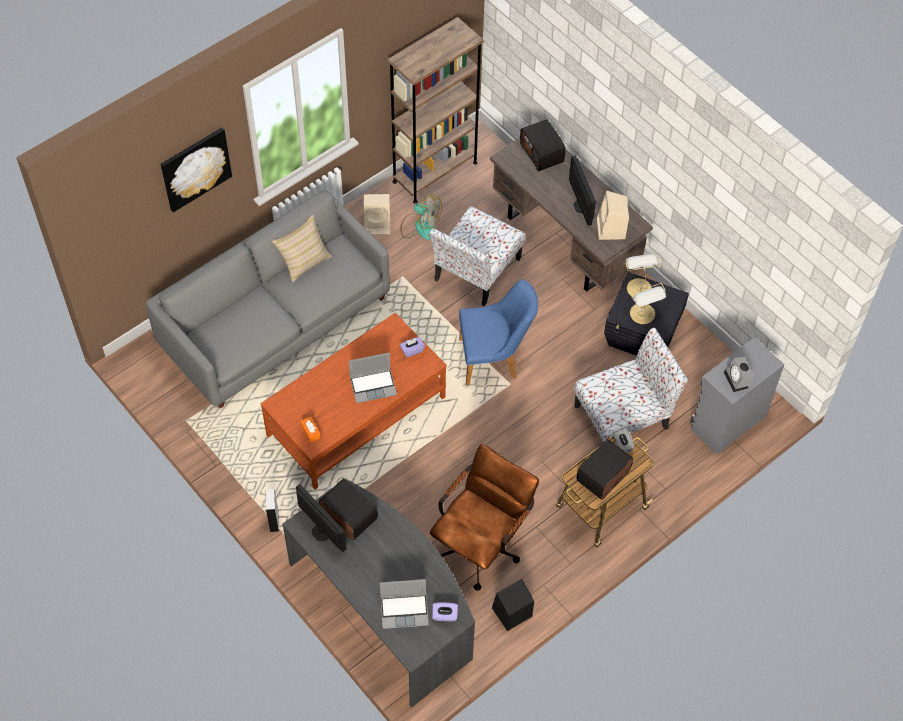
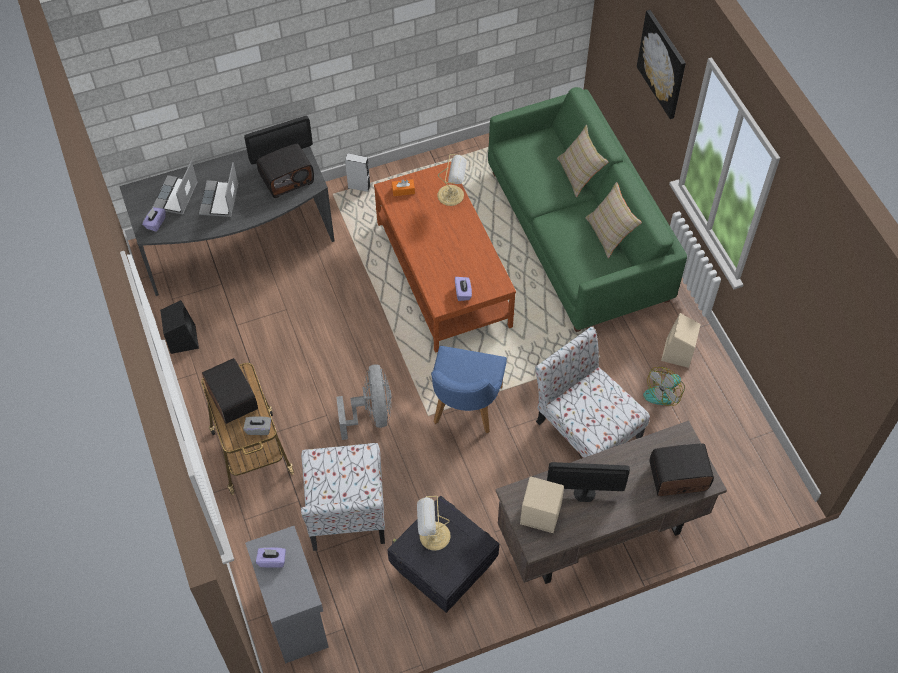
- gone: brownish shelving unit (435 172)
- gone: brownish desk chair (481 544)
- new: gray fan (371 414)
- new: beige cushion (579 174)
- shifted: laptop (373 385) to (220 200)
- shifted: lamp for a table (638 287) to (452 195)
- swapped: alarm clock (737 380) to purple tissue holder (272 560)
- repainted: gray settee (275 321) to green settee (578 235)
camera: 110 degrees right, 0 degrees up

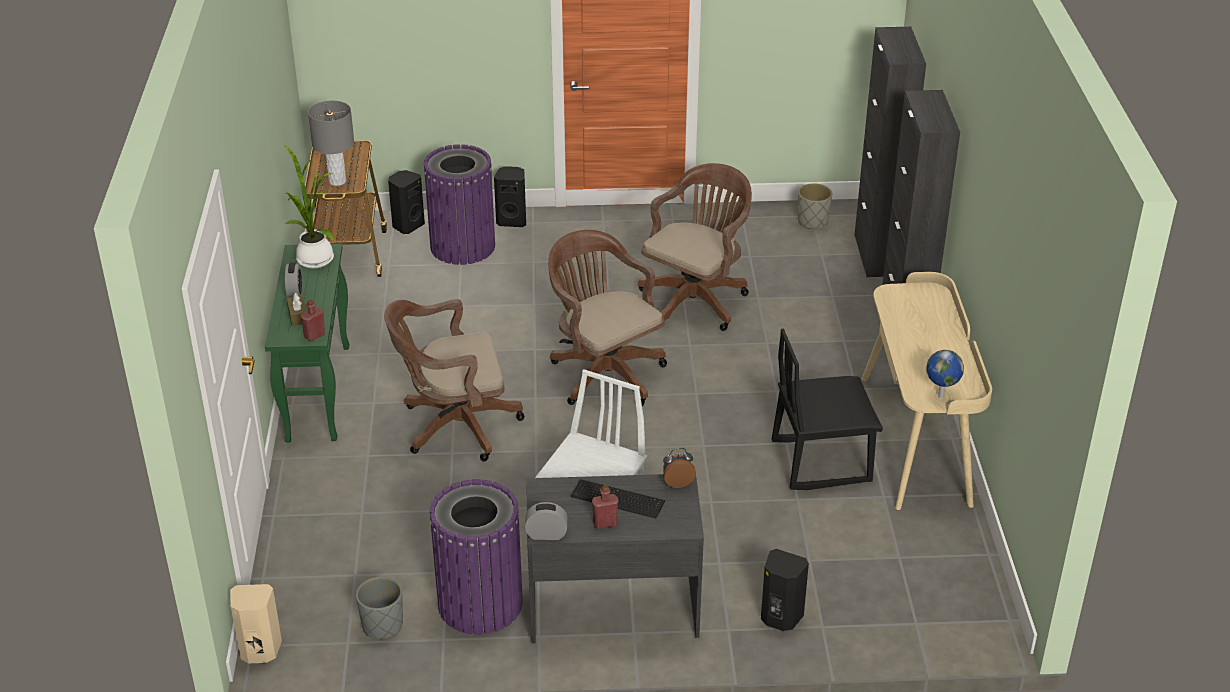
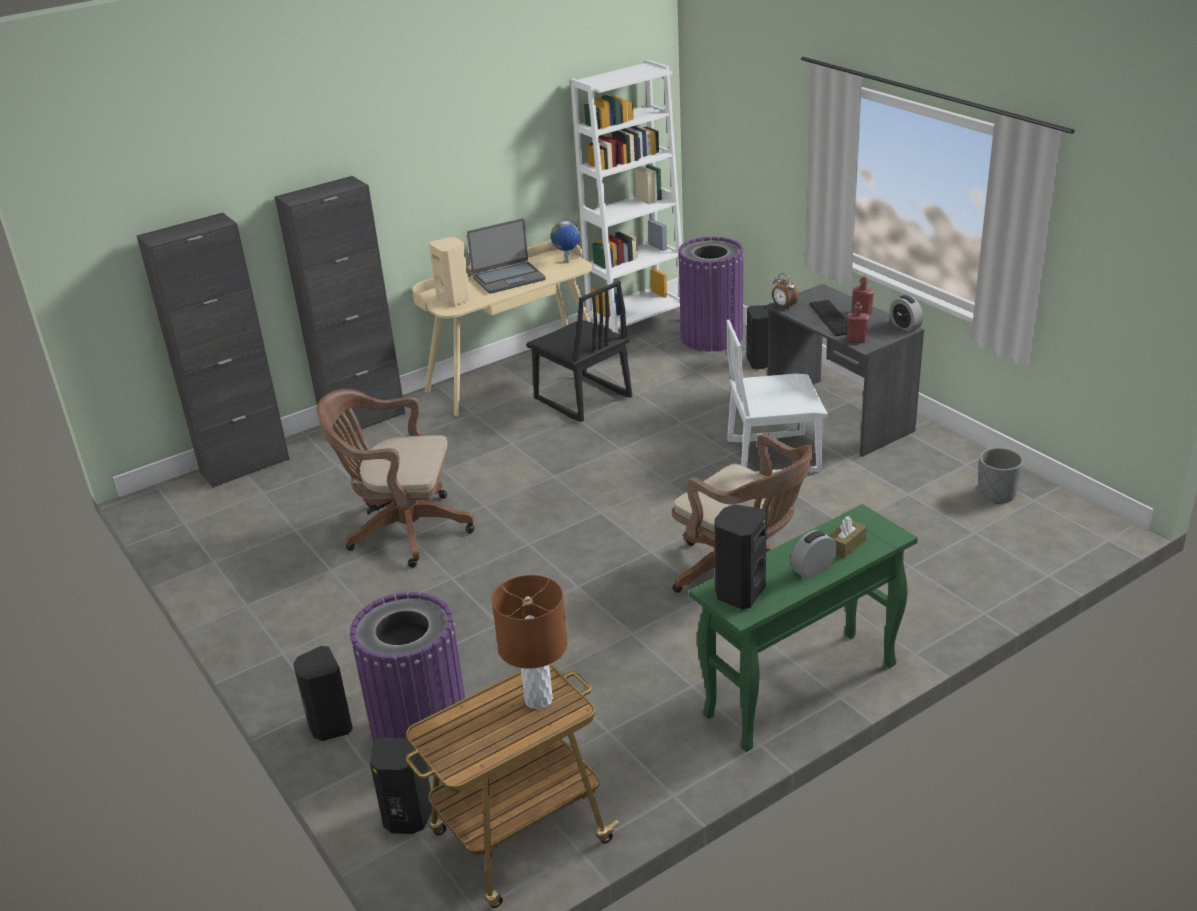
- gone: brownish desk chair (603 372)
- gone: gray flower pot (812 221)
- new: laptop (508 278)
- new: whitish shelving unit (637 326)
- shifted: beige audio speaker (259 651) to (455 299)
- shifted: red-coloured bottle (314 336) to (856 340)
- shifted: purple waste bin (480 604) to (712 337)
- swapped: potted plant (314 258) to blackish audio speaker (738 593)
- repainted: gray lamp for a table (337 181) to brownish lamp for a table (538 700)
camera: 120 degrees left, 5 degrees down

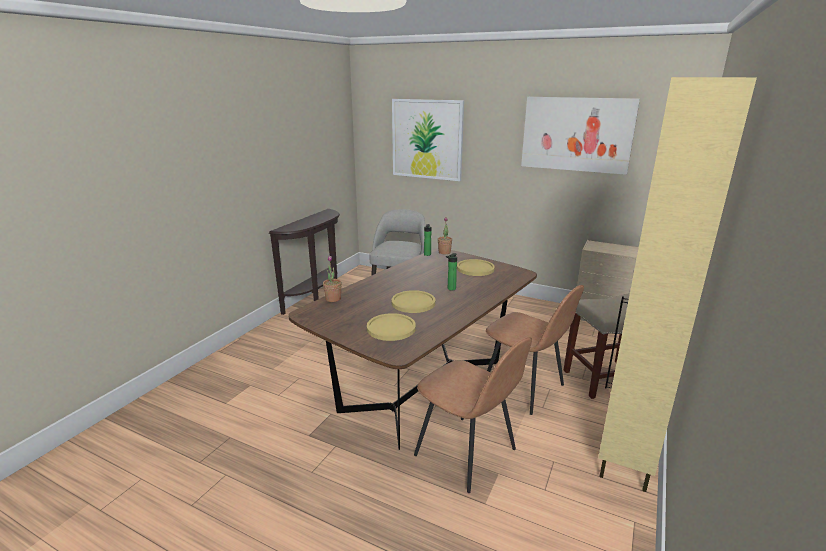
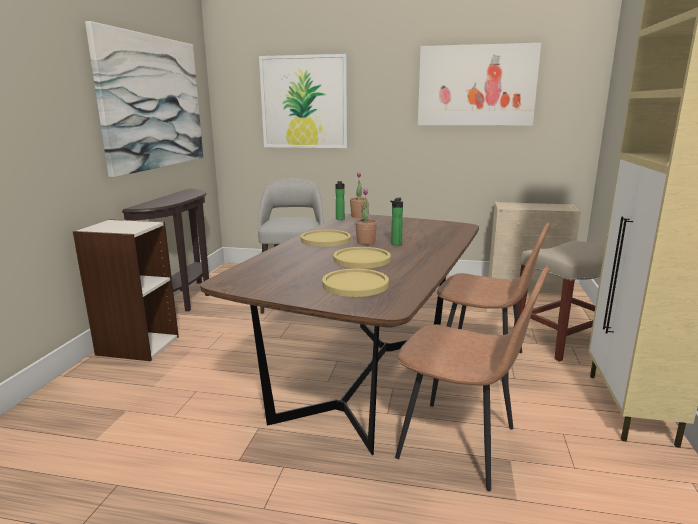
- new: shelving unit (137 345)
- new: wall picture (153 103)
- shifted: potted plant (333 299) to (366 242)
- shifted: yellow flat dish (475 268) to (325 239)
camera: 15 degrees left, 5 degrees down

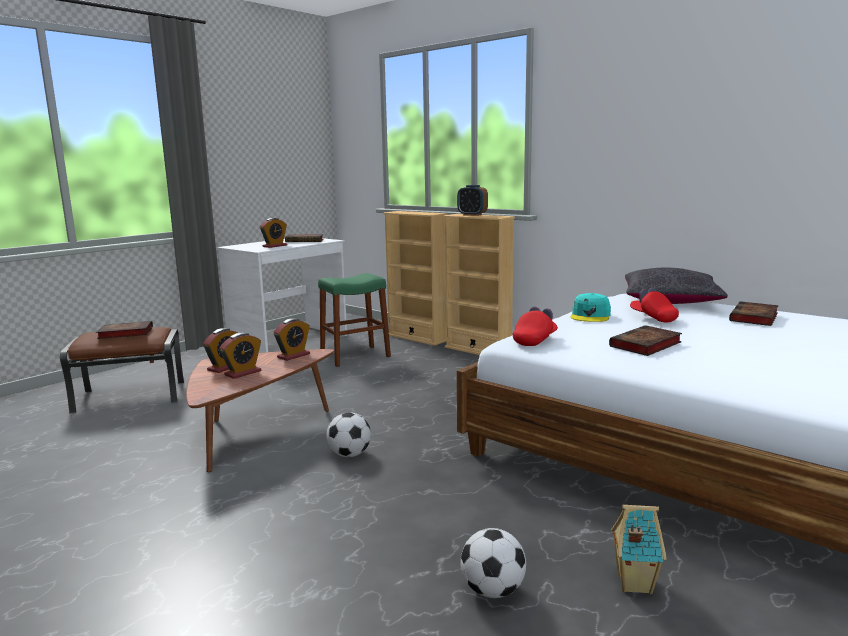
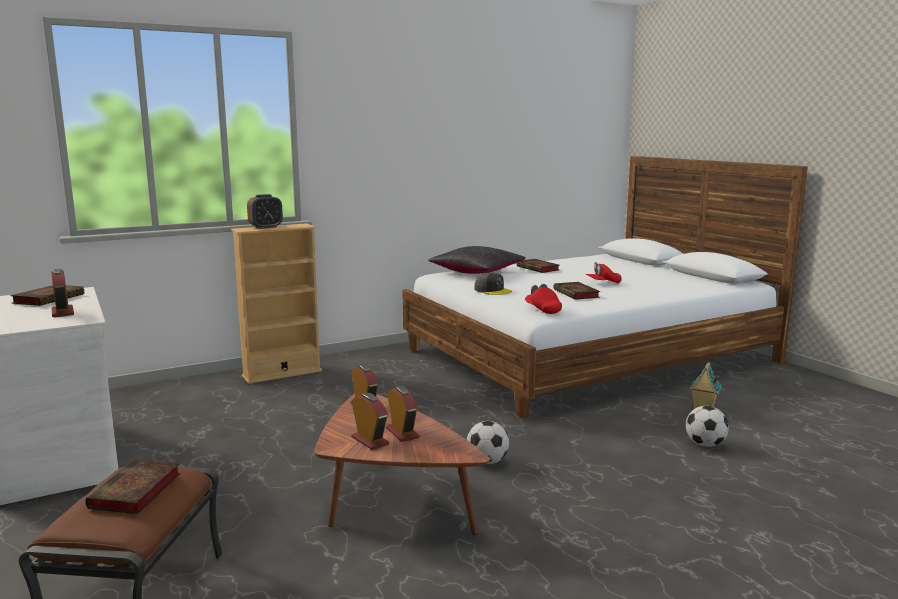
- gone: green stool (355 356)
- gone: beige shelving unit (417 338)
- shifted: red-coloured peaked cap (653 318) to (603 283)
- repainted: turquoise peaked cap (590 316) to gray peaked cap (492 290)
camera: 70 degrees left, 0 degrees up

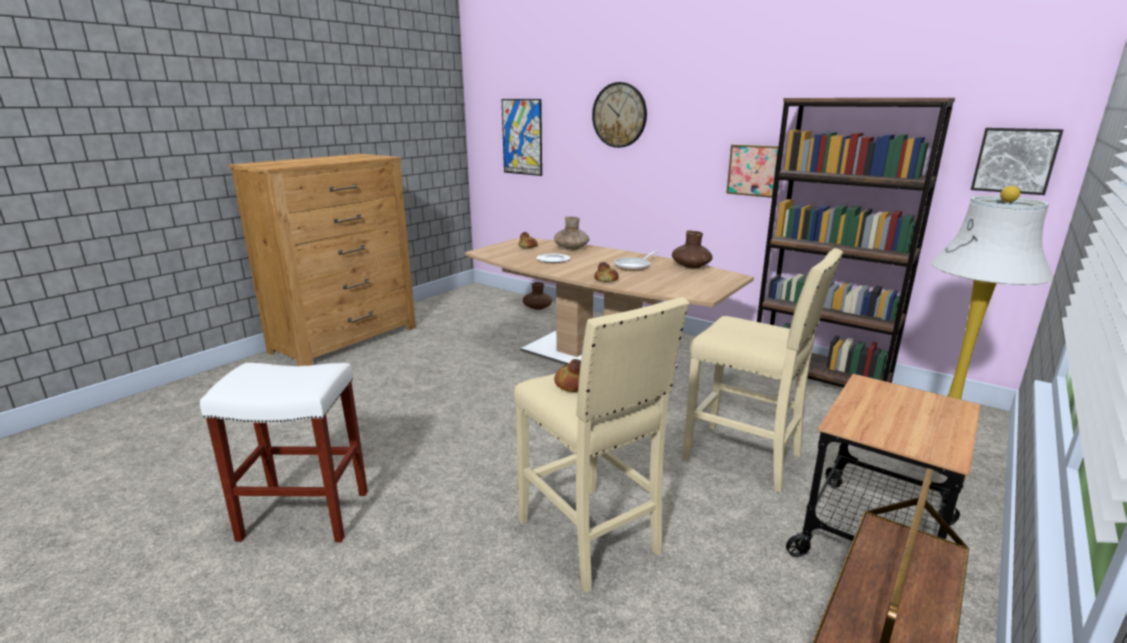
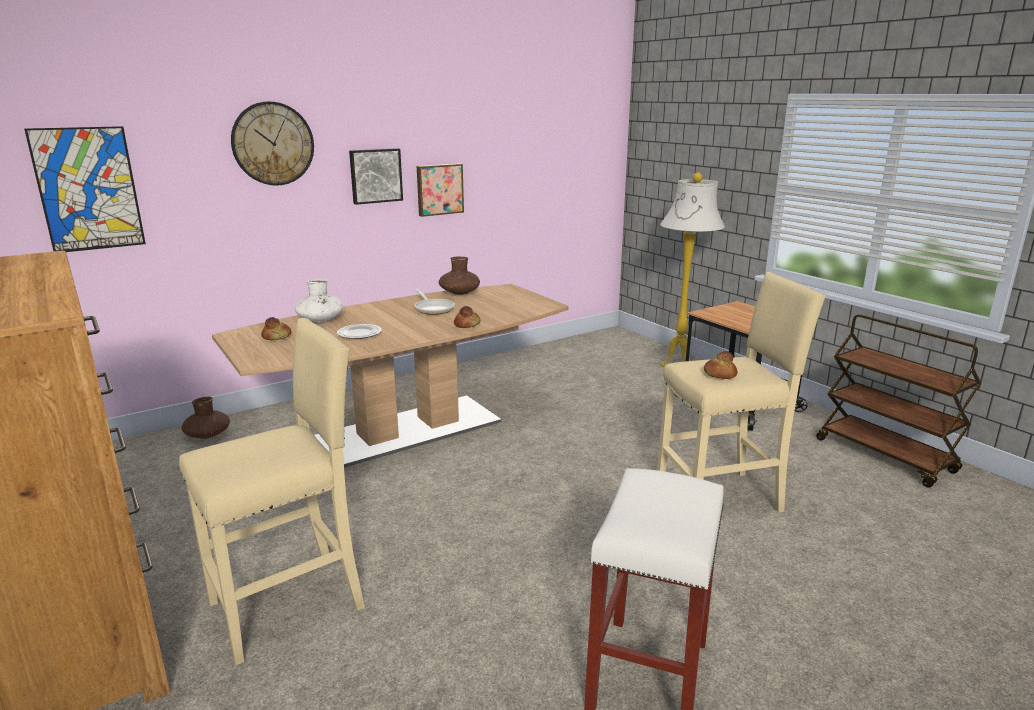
- gone: brownish shelving unit (819 377)
- shifted: beige stool (745 458) to (291 604)
- shifted: wall picture (1014 160) to (375 175)
- repainted: brownish flower vase (571 248) to whitish flower vase (320 320)
camera: 70 degrees left, 0 degrees up

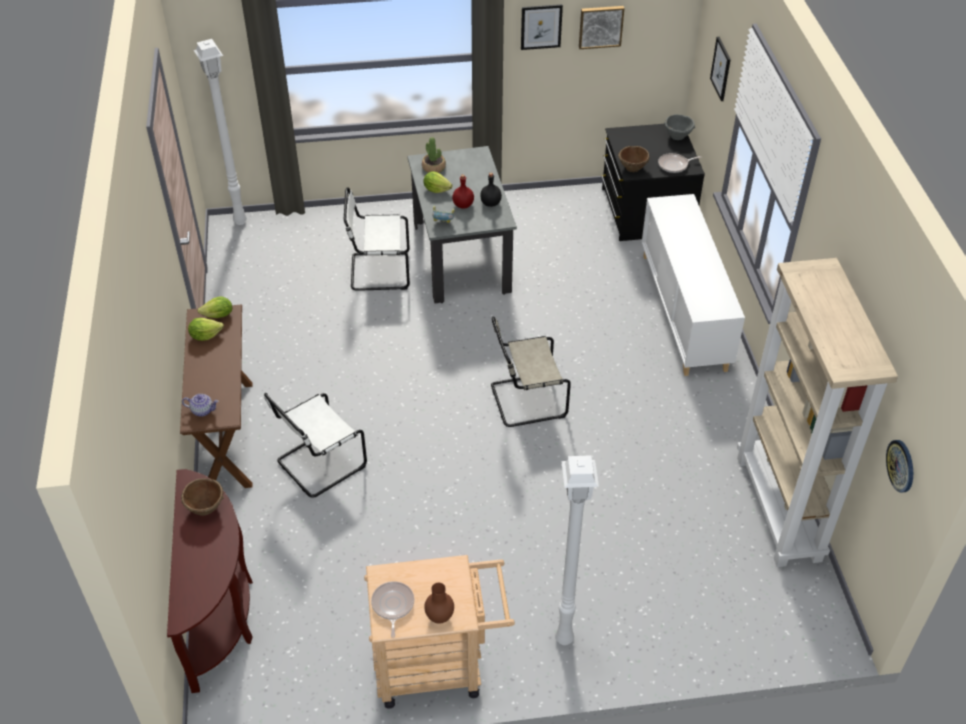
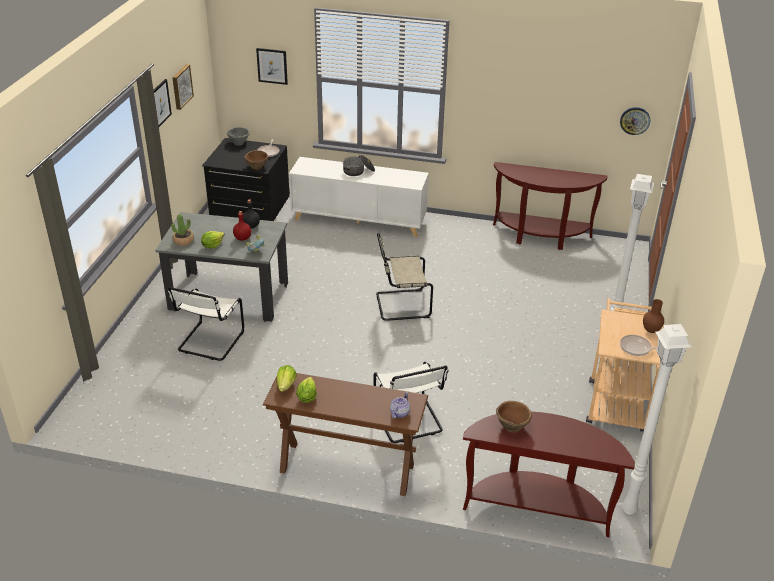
- new: stockpot (358 171)
- shifted: whitish standing lamp (241 220) to (627 509)
- swapped: beige shelving unit (779 509) to brownish console table (540 237)
- rotated: beige chair (525 400) = (400 305) 75 degrees clockwise
camera: 70 degrees left, 10 degrees down

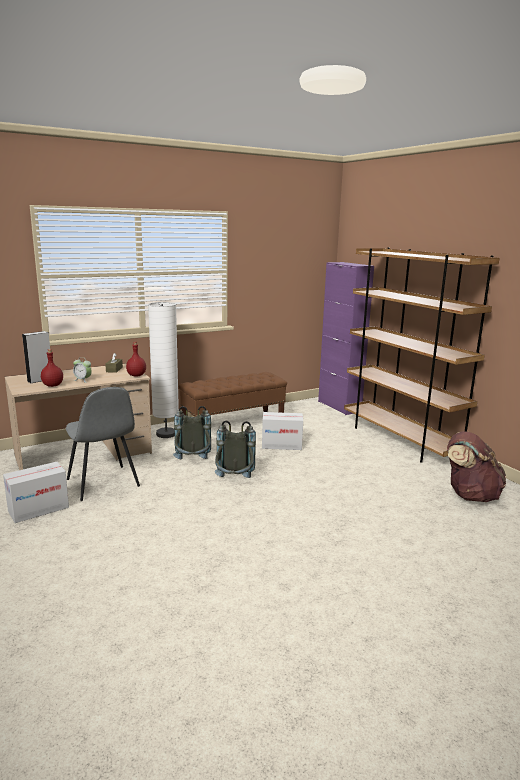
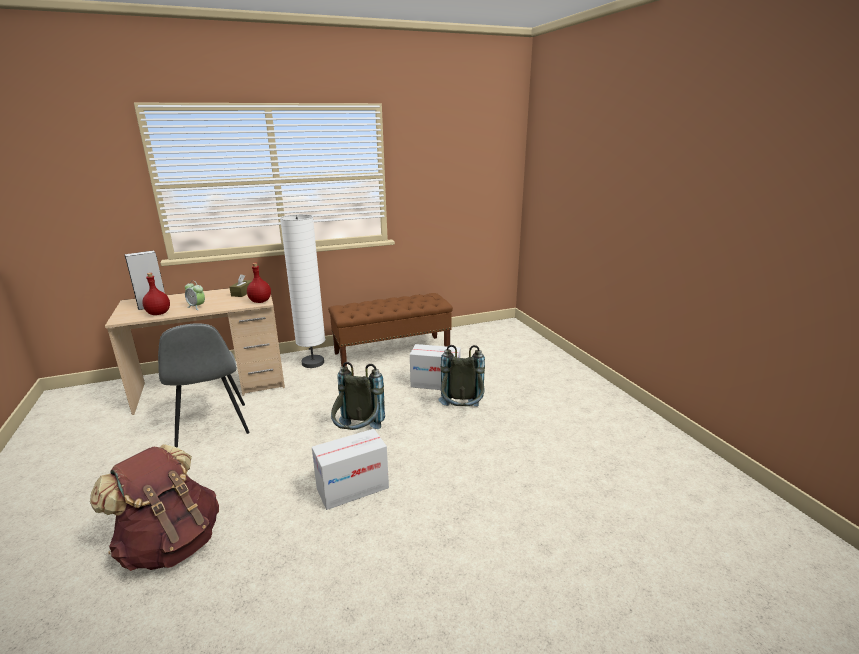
- gone: purple cabinet (339 406)
- gone: brownish shelving unit (400 440)
- shifted: cardboard box (38 509) to (352 488)
- shifted: gray backpack (193 463) to (462 412)
- shifted: brownish backpack (470 495) to (171 544)
camera: 10 degrees right, 5 degrees up

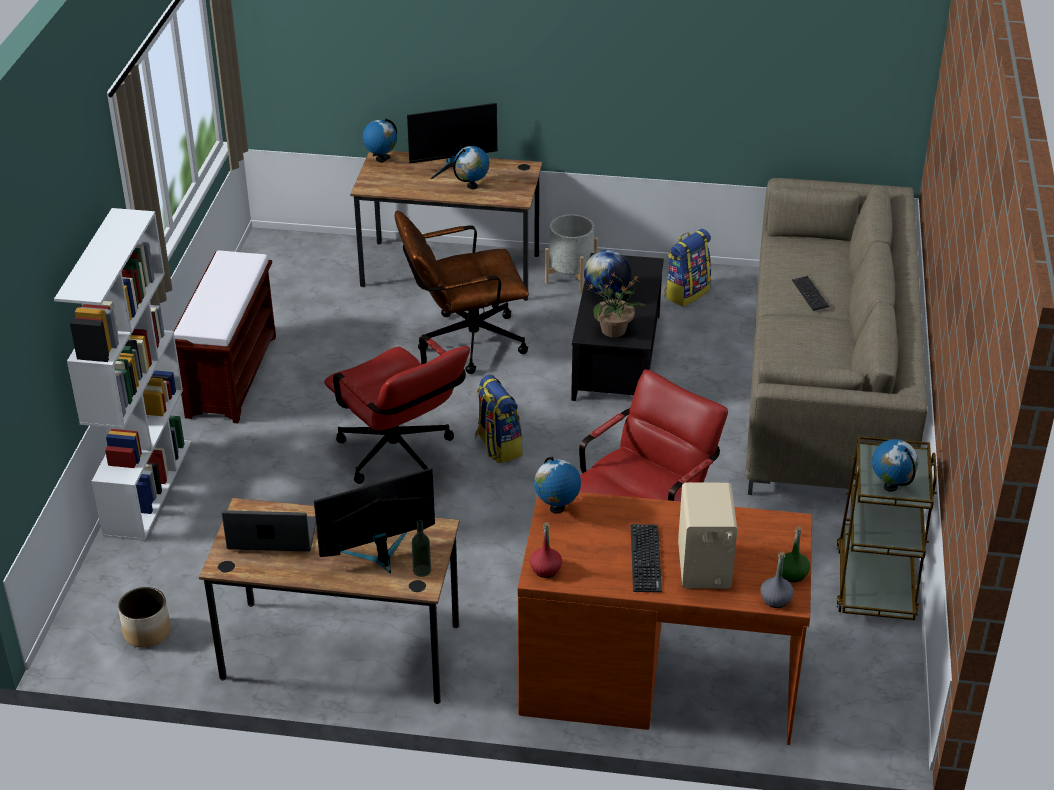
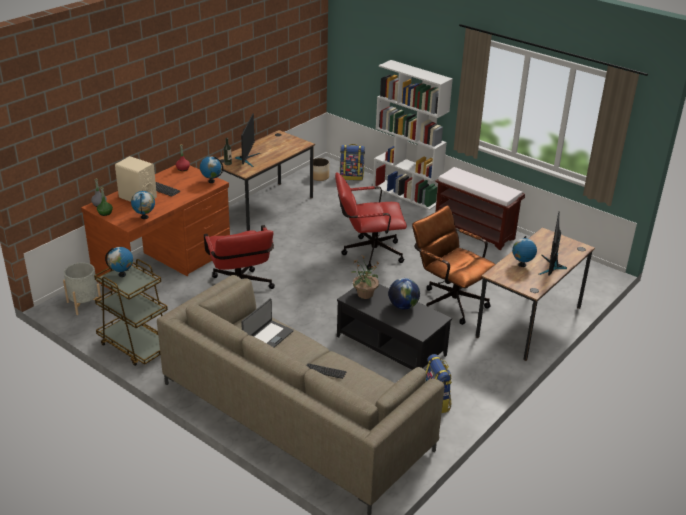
- shifted: laptop (272 536) to (267 337)
- shifted: globe (381 159) to (144 217)
- shifted: backpack (497 446) to (351 176)
- shifted: gray flower pot (571 277) to (84 304)
- rotated: brownish desk chair (463 343) = (449 301) 60 degrees counterclockwise
camera: 120 degrees right, 5 degrees down

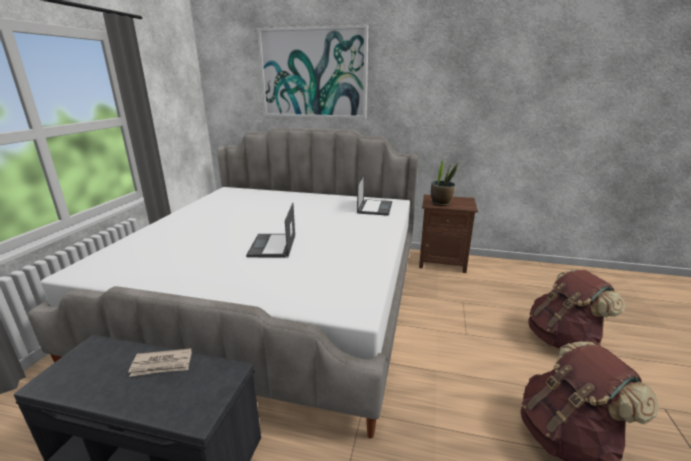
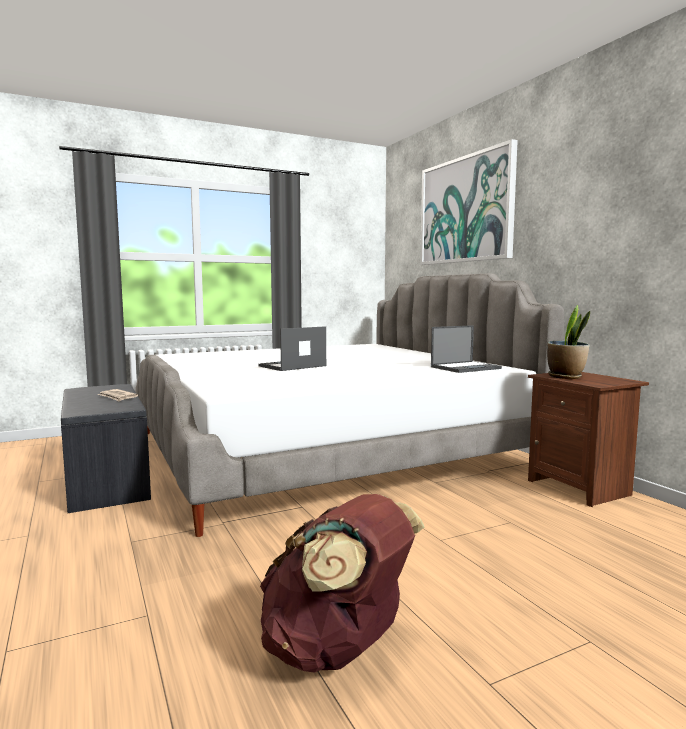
- gone: brownish backpack (562 339)
camera: 50 degrees right, 15 degrees down

